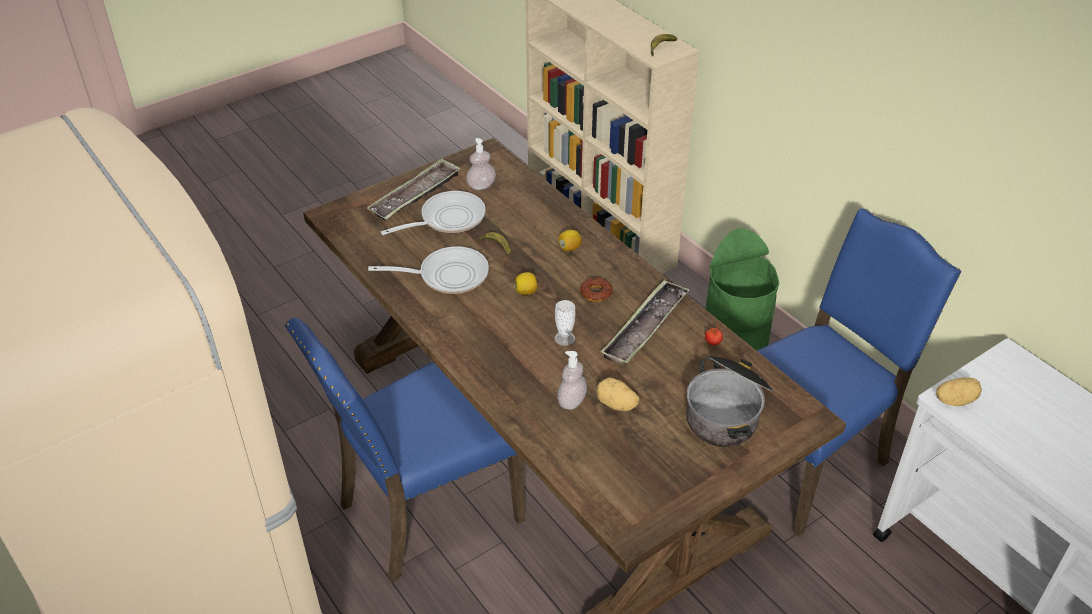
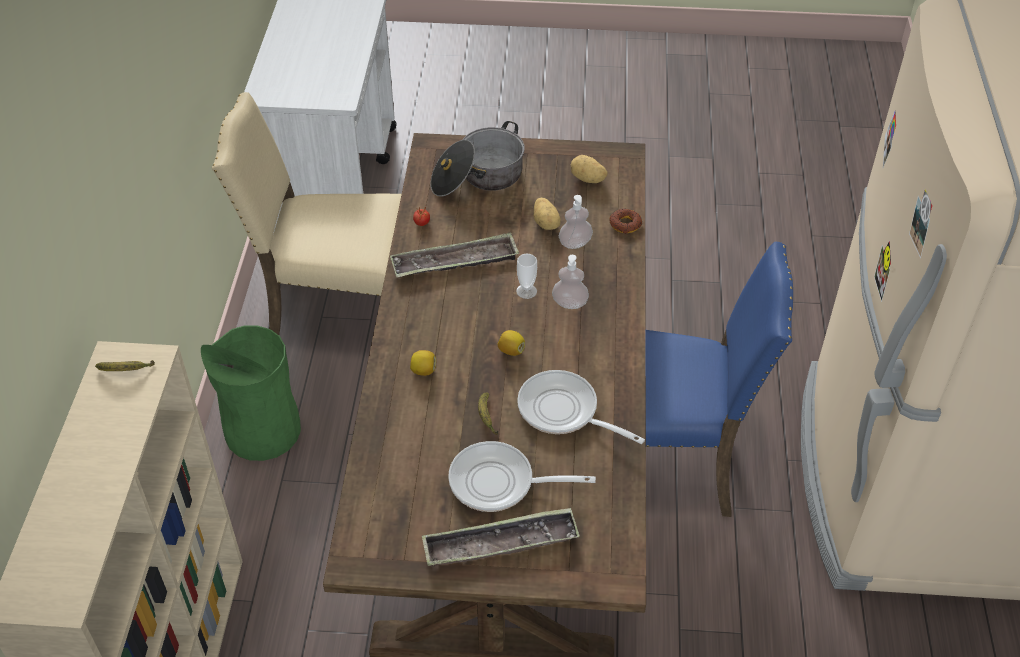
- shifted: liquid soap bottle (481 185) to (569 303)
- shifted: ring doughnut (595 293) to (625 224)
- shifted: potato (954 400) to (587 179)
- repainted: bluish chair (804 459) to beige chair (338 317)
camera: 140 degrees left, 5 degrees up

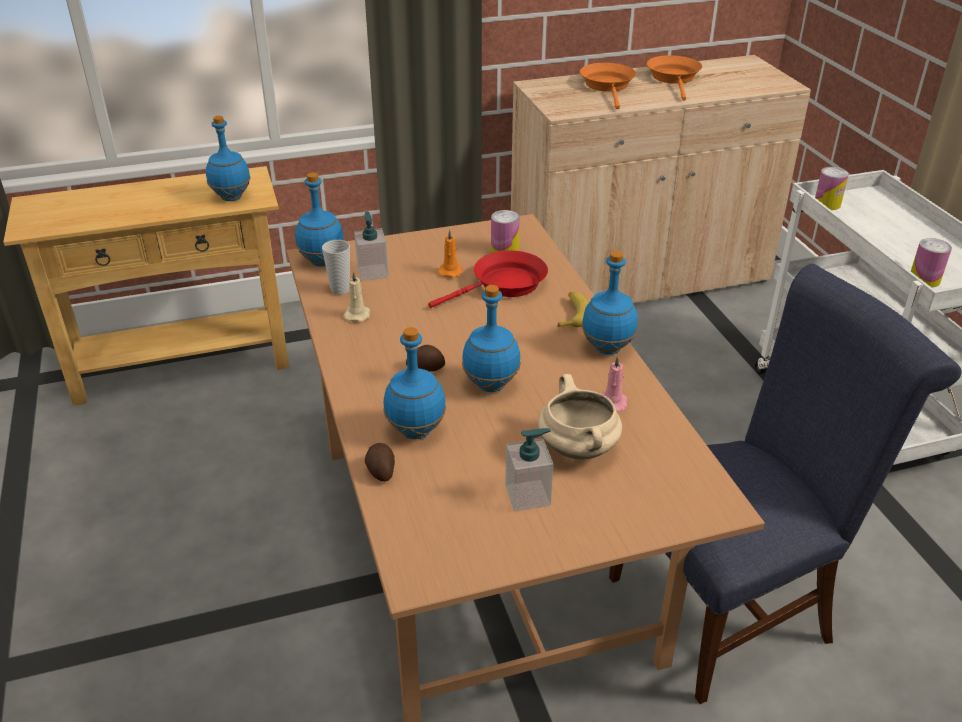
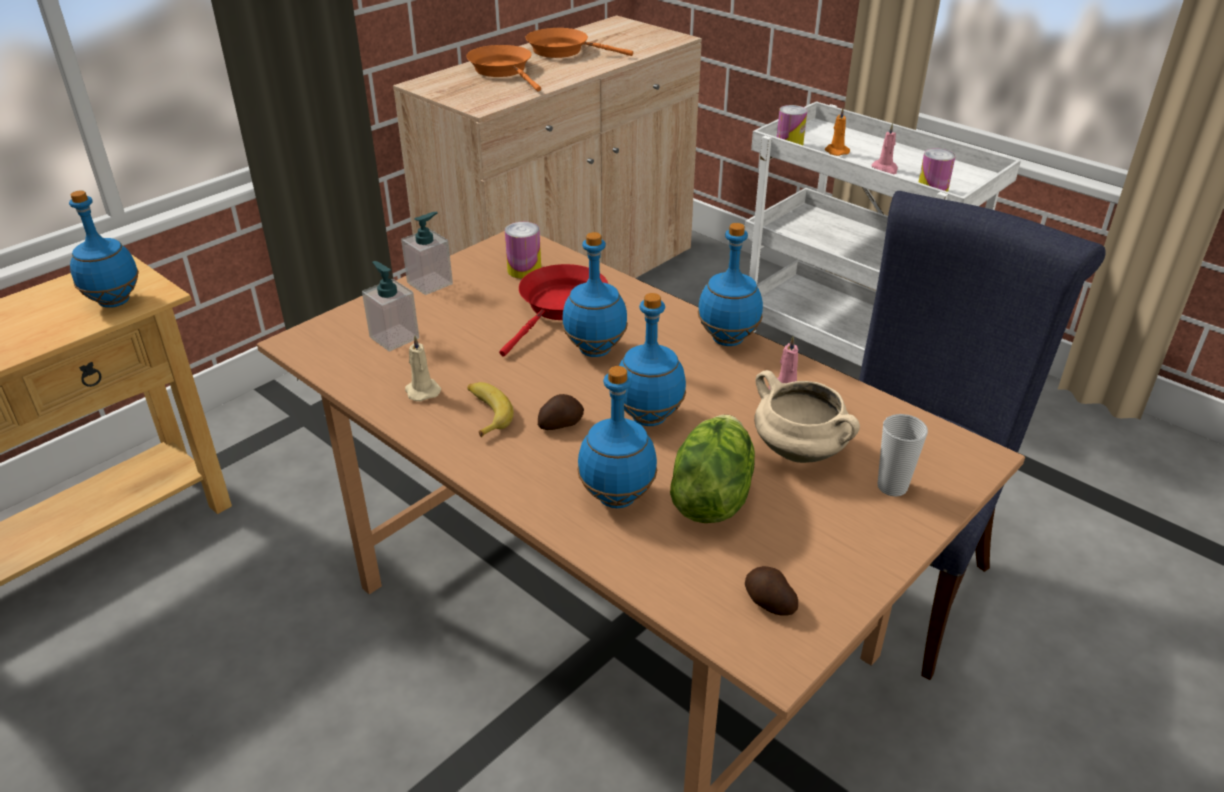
- new: lettuce head (710 496)
- new: pink-coloured candle (885 169)
- shifted: bluish bottle (322 261) to (594 350)
- shifted: drinking cup (340 289) to (892 487)
- shifted: potato (380 470) to (768 603)
- shifted: orange candle (450 271) to (836 151)
- shifted: liquid soap bottle (528 495) to (430 283)
- shifted: banana (572 314) to (486 413)
- rotated: orange skillet (674 78) = (563 51) 45 degrees counterclockwise
camera: 30 degrees left, 0 degrees up

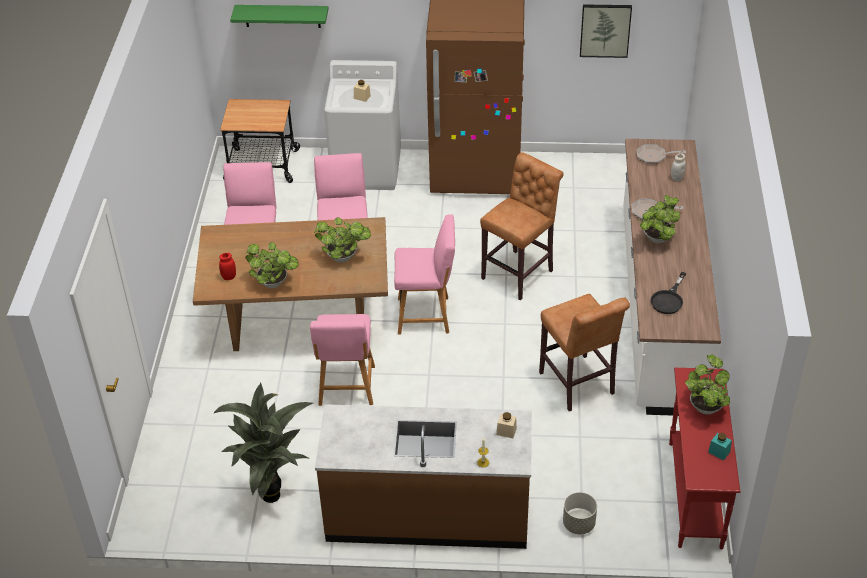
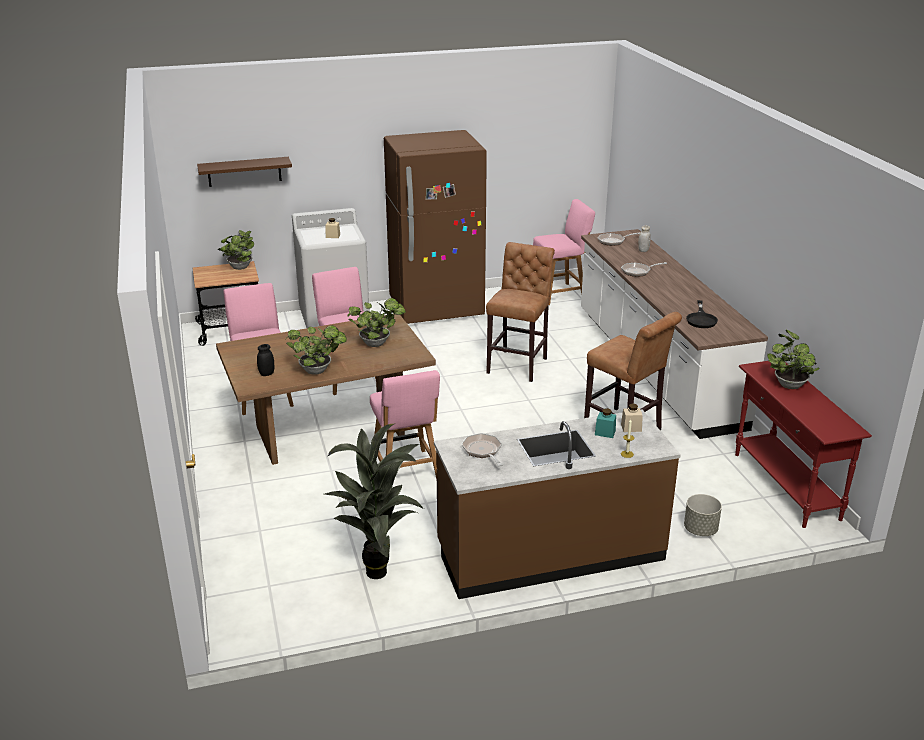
- gone: wall picture (605 30)
- new: skillet (483 451)
- shifted: pink-coloured chair (427 315) to (560 293)
- shifted: potted plant (656 240) to (239 268)
- shifted: turquoise preserve jar (719 452) to (605 433)
- repainted: red-coloured preserve jar (229 277) to blackish preserve jar (266 373)
- repainted: green bracket shelf (282 16) to brownish bracket shelf (244 171)
camera: 20 degrees left, 15 degrees down

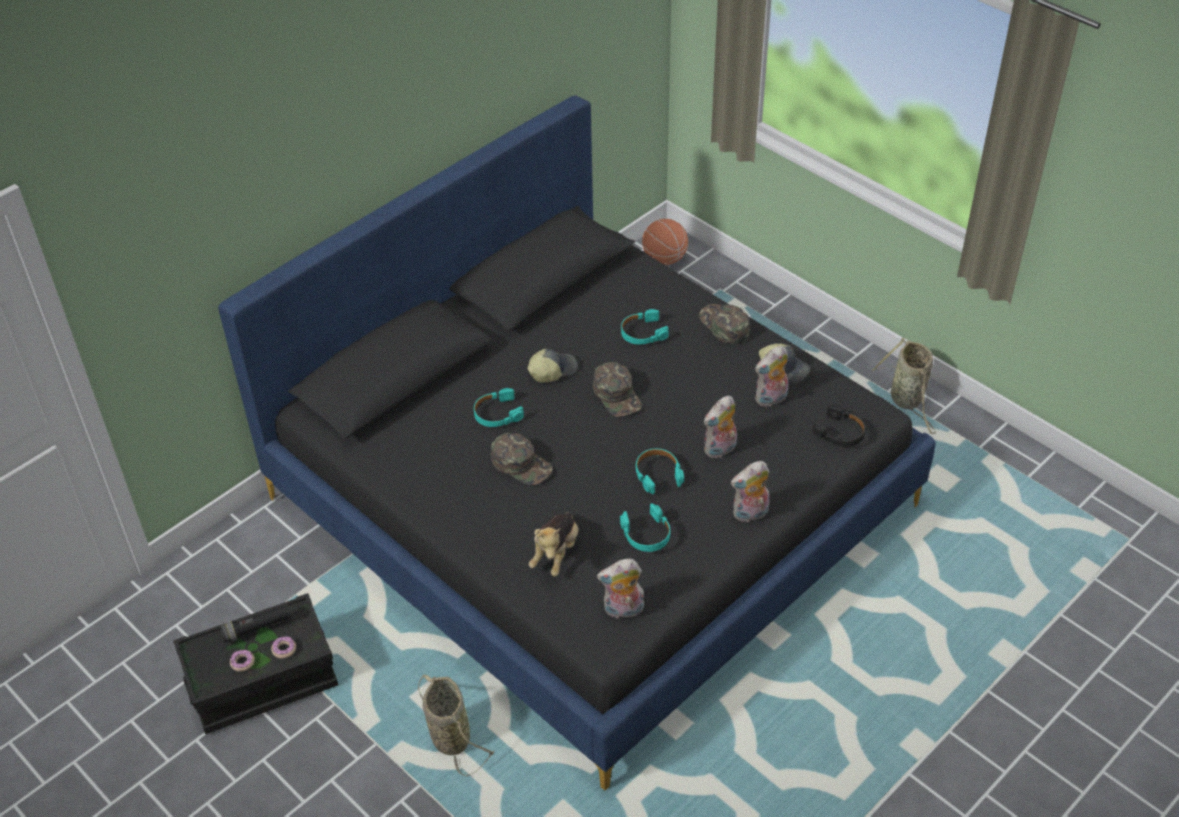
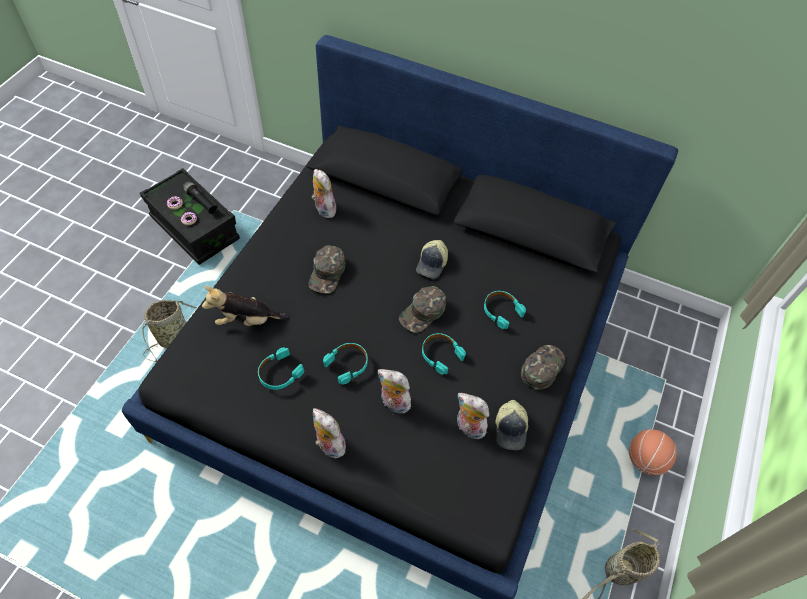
- gone: blackish headset (840 433)
- shifted: turquoise headset (497 414) to (440 354)
- shifted: plush toy (623 610) to (323 209)
- shifted: ball for basketball (664 259) to (645 460)
- rotated: peaked cap (552 370) = (432 264) 75 degrees clockwise
camera: 65 degrees right, 10 degrees up

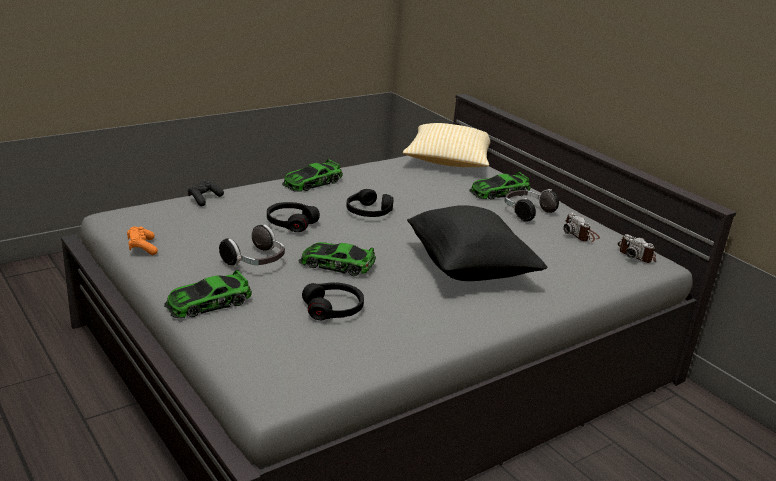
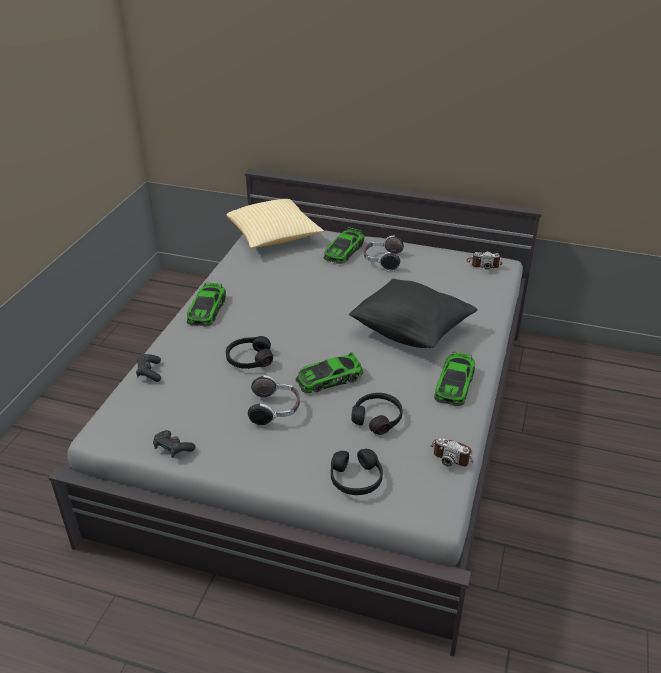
- shifted: miniature car (208 302) to (454 384)
- shifted: blackish headset (368 212) to (356 479)
- shifted: photo camera (580 234) to (452 454)
- repainted: orange joypad (142 247) to blackish joypad (173 449)
camera: 35 degrees left, 10 degrees up

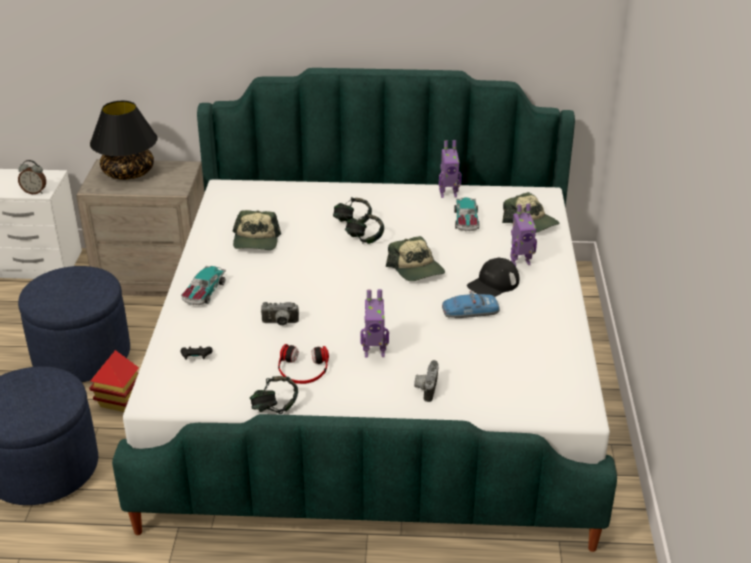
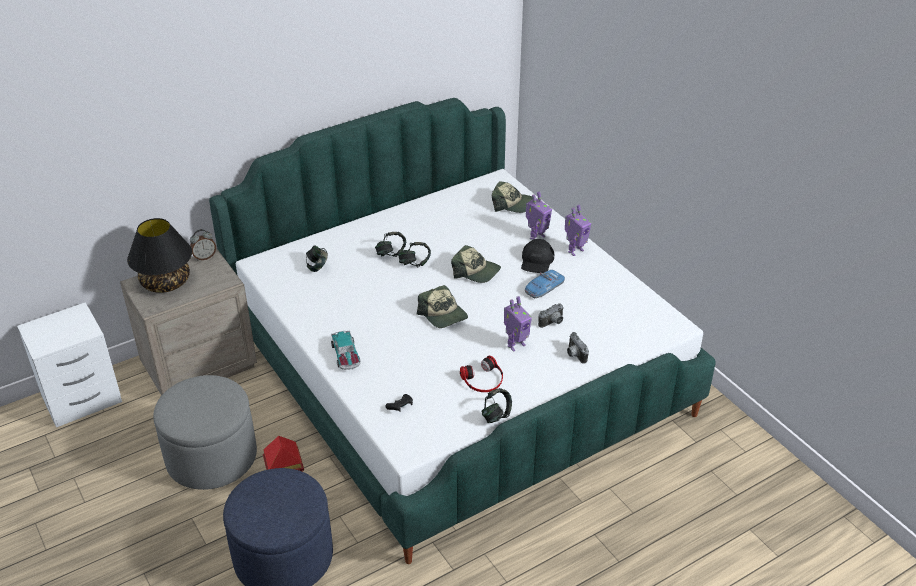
- gone: miniature car (466 221)
- new: headset (317 267)
- shifted: alarm clock (35 192) to (204 257)
- shifted: peaked cap (256 241) to (443 315)
- shifted: photo camera (280 323) to (552 323)
- shifted: toy robot (448 194) to (575 251)
- repainted: bluish footrest (82 355) to gray footrest (211 457)
camera: 35 degrees left, 5 degrees up

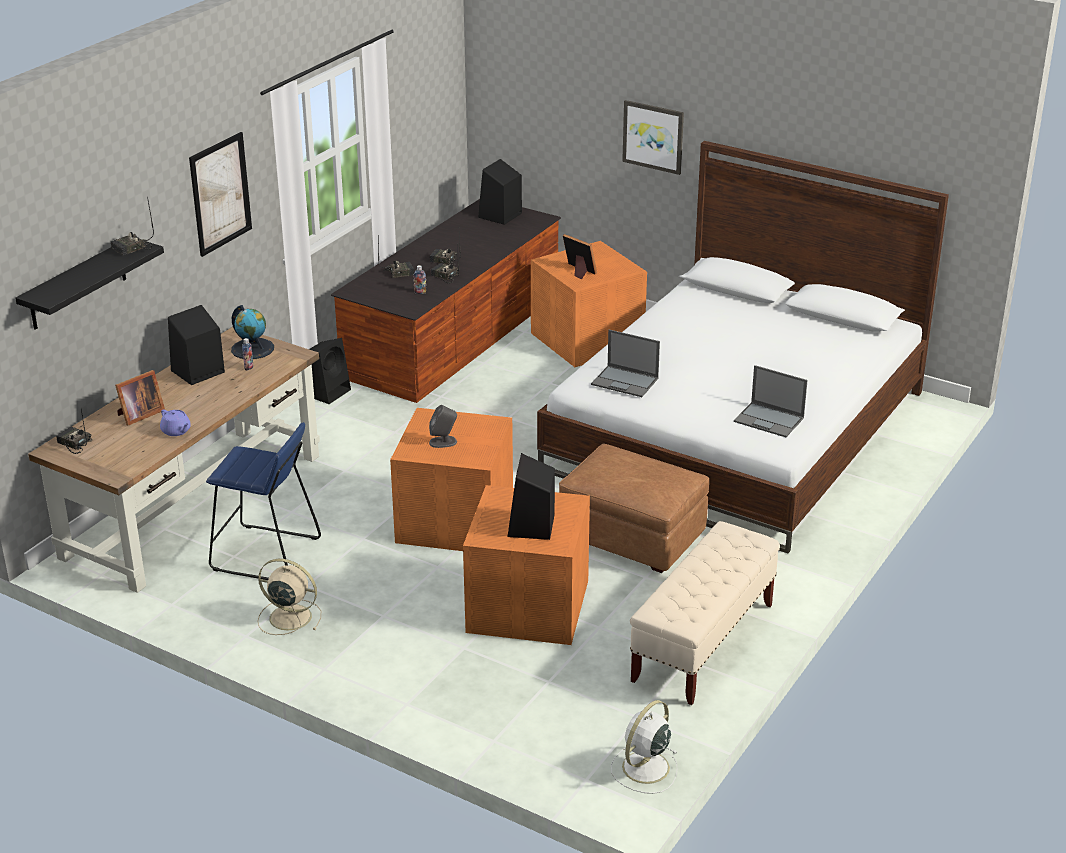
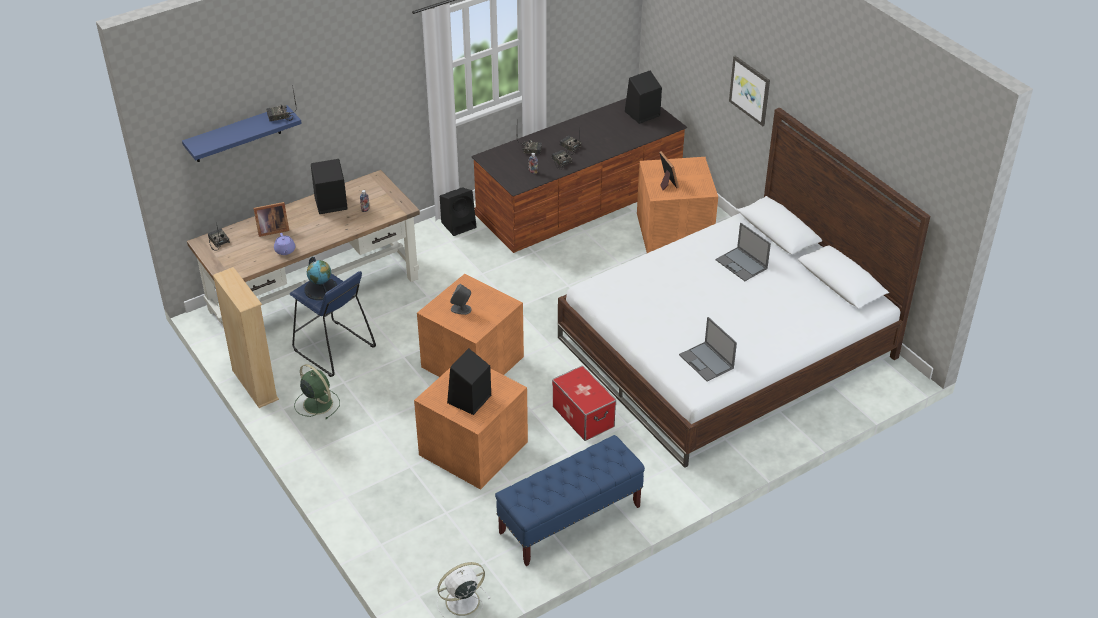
- gone: wall picture (220 194)
- new: beige shelving unit (255 385)
- shifted: globe (253 348) to (321 289)
- shifted: laptop (625 381) to (742 264)
- swapped: brownish footrest (632 537) to storage box (583 416)
- repainted: blackish bracket shelf (77 284) to bluish bracket shelf (237 134)
- repainted: beige fan (288 617) to green fan (317 403)
- repainted: beige bench (703 643) to bluish bench (569 520)
camera: 25 degrees right, 10 degrees up

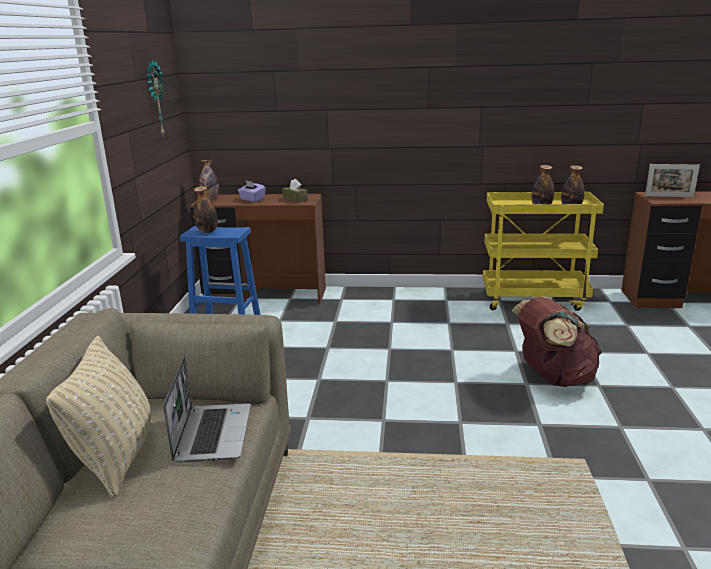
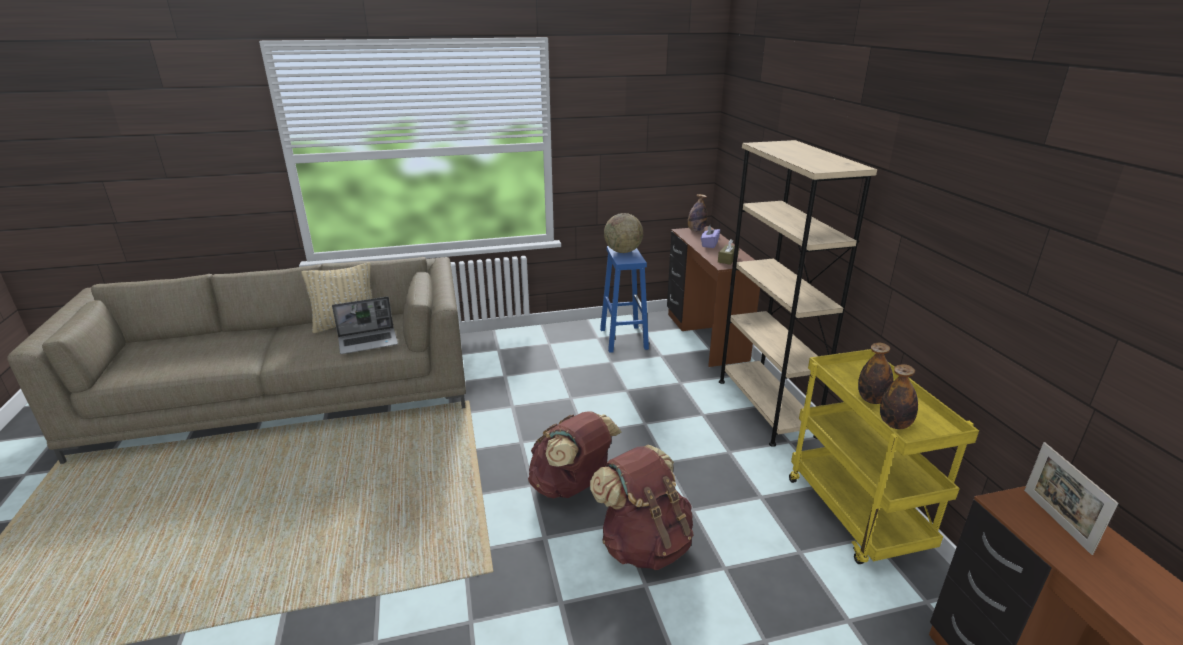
- gone: wall clock (154 98)
- new: brownish backpack (572 486)
- new: beige shelving unit (766 407)
- swapped: bottle (207 231) to globe (623 251)
camera: 70 degrees right, 5 degrees up

